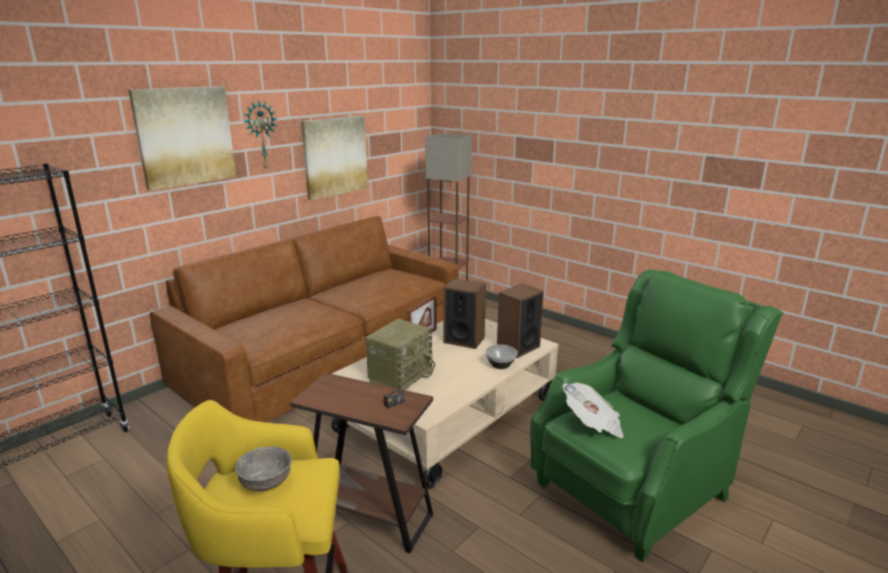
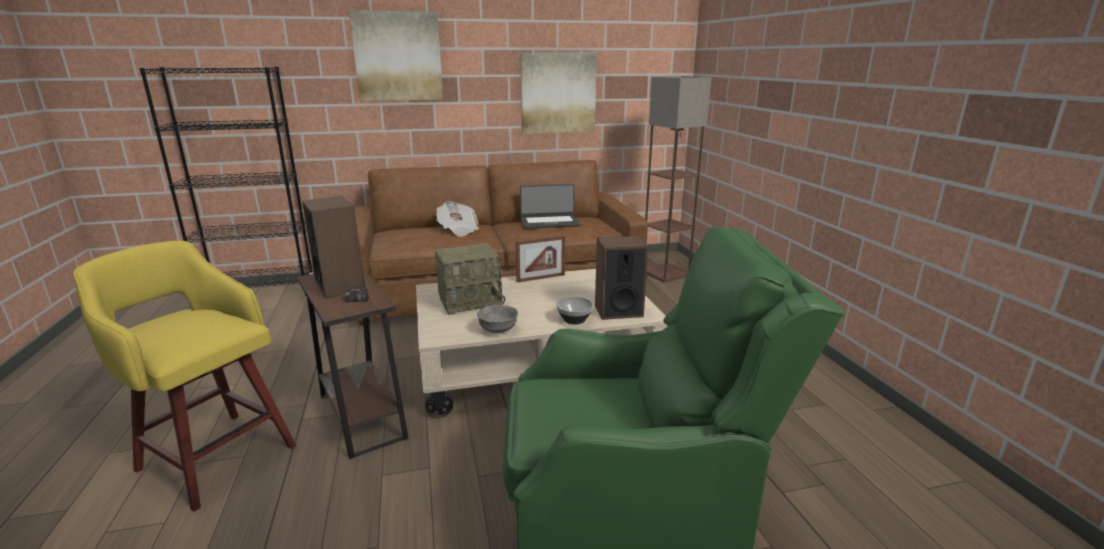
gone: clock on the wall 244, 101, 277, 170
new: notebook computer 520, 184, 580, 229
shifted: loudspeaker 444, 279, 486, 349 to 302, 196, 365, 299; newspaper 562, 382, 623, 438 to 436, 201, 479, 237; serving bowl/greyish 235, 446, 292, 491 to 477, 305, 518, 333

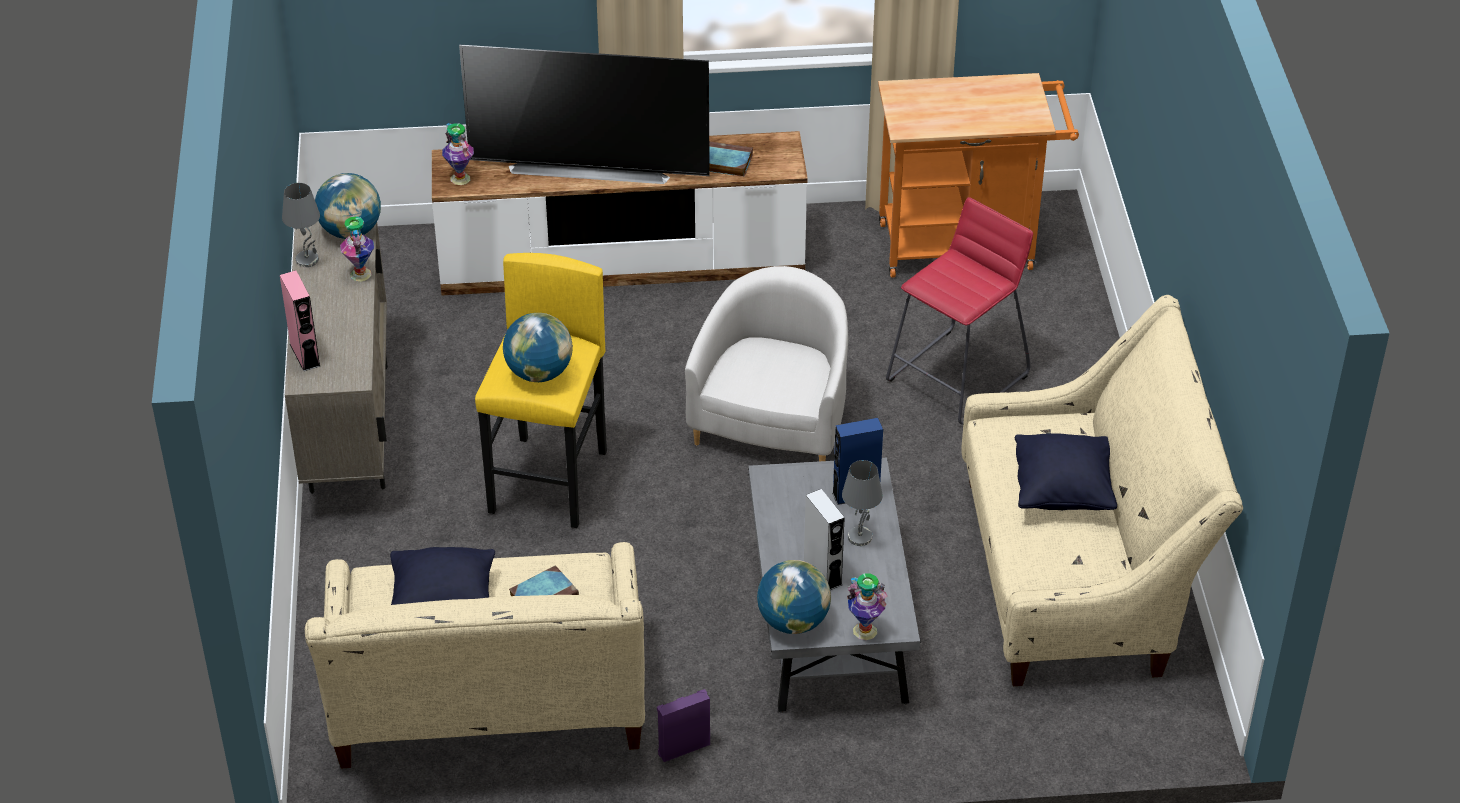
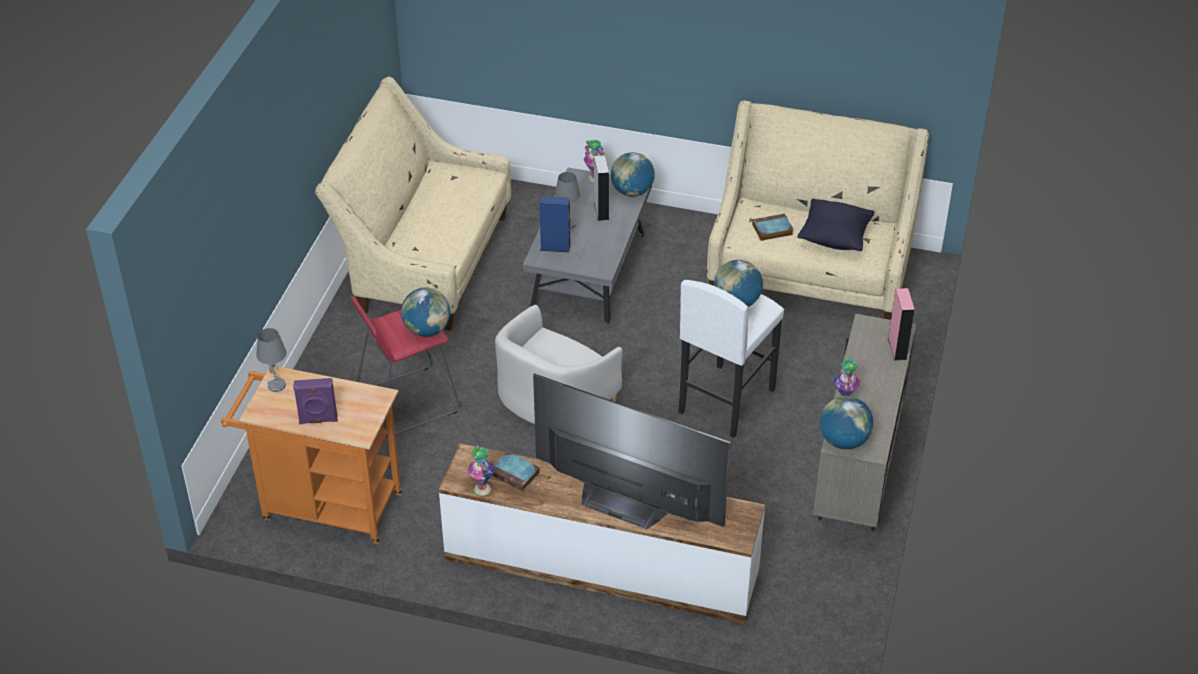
gone: throw pillow/black 1015, 434, 1117, 510
new: globe 401, 288, 450, 337
shifted: vase 442, 123, 474, 185 to 467, 445, 495, 495; lamp for a table/greyish 282, 183, 320, 267 to 256, 328, 287, 392; loudspeaker/purple-coloured 657, 689, 710, 762 to 293, 378, 338, 424
repainted: stool/yellow 475, 253, 607, 528 to stool/white-coloured 678, 280, 784, 438

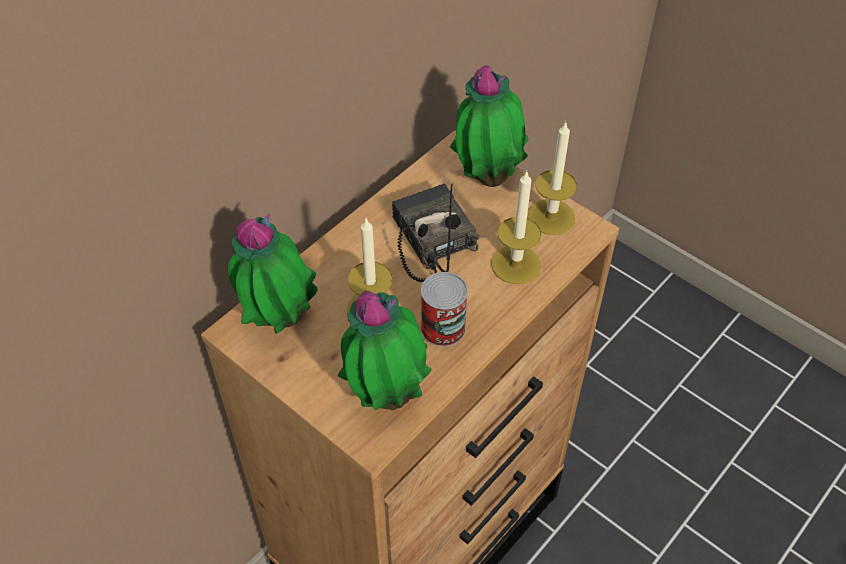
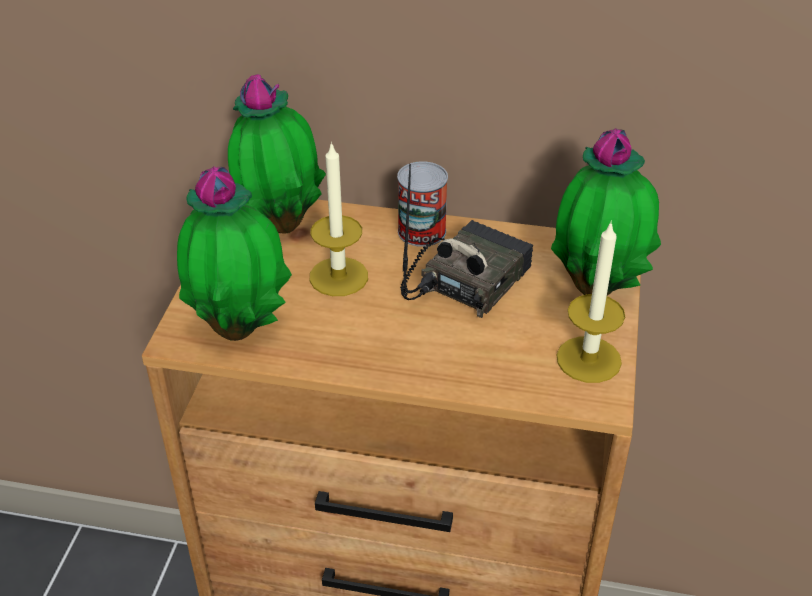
gone: wax light 491, 171, 542, 284
shifted: can 421, 272, 468, 347 to 397, 161, 448, 247

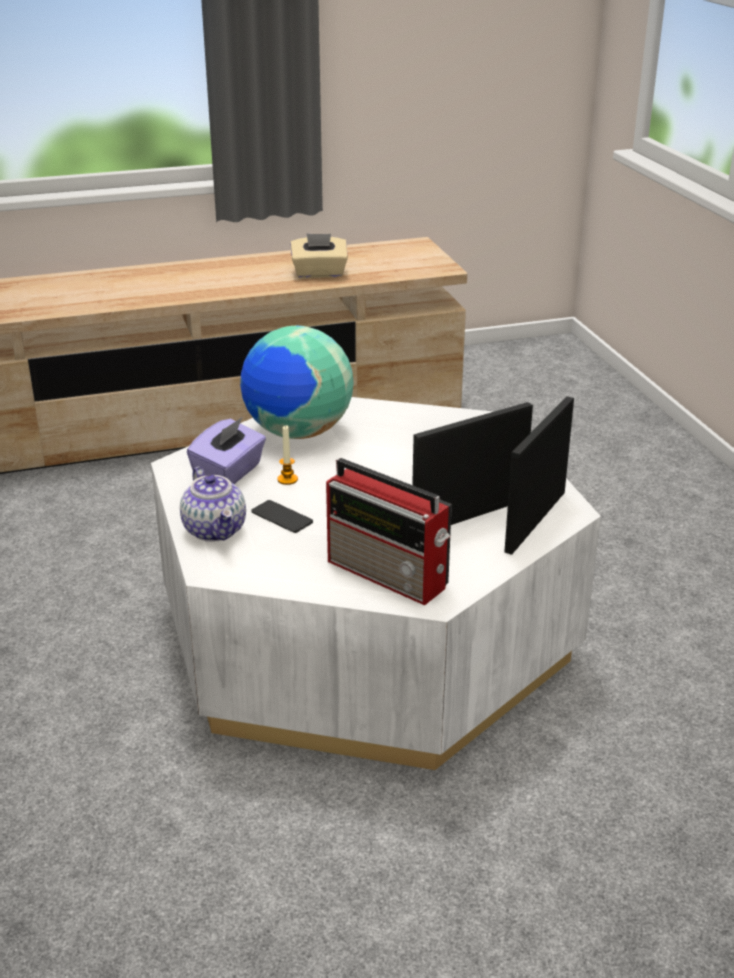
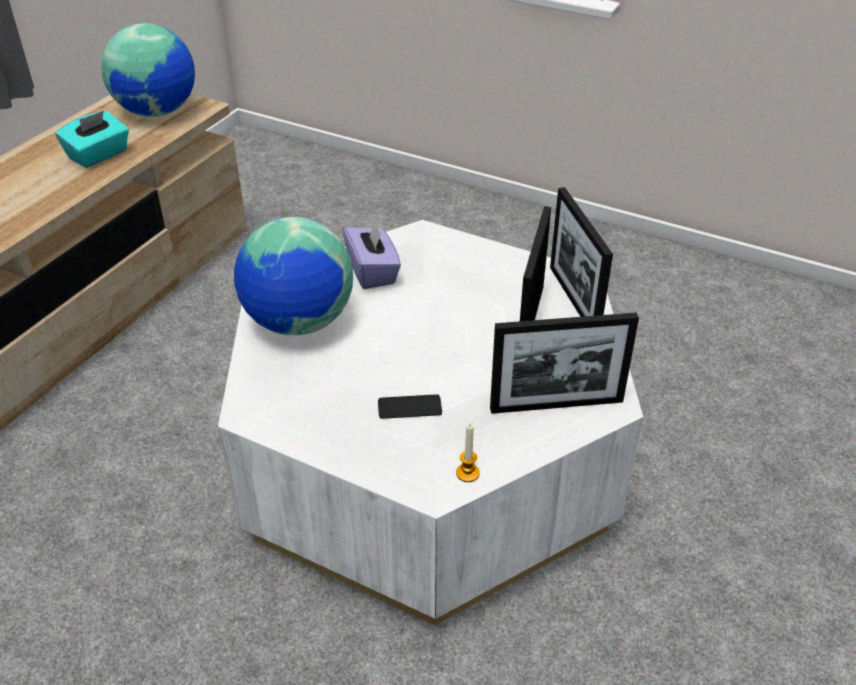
gone: pot for tea 180, 467, 246, 542
new: globe 101, 23, 195, 117
shifted: tissue box/purple-coloured 187, 418, 266, 484 to 343, 220, 401, 289; wax light 277, 425, 298, 485 to 456, 423, 480, 482
swapped: radio set 326, 458, 452, 605 to picture frame 490, 313, 639, 414
repainted: tissue box/beige 290, 234, 348, 278 to tissue box/turquoise 56, 111, 129, 168

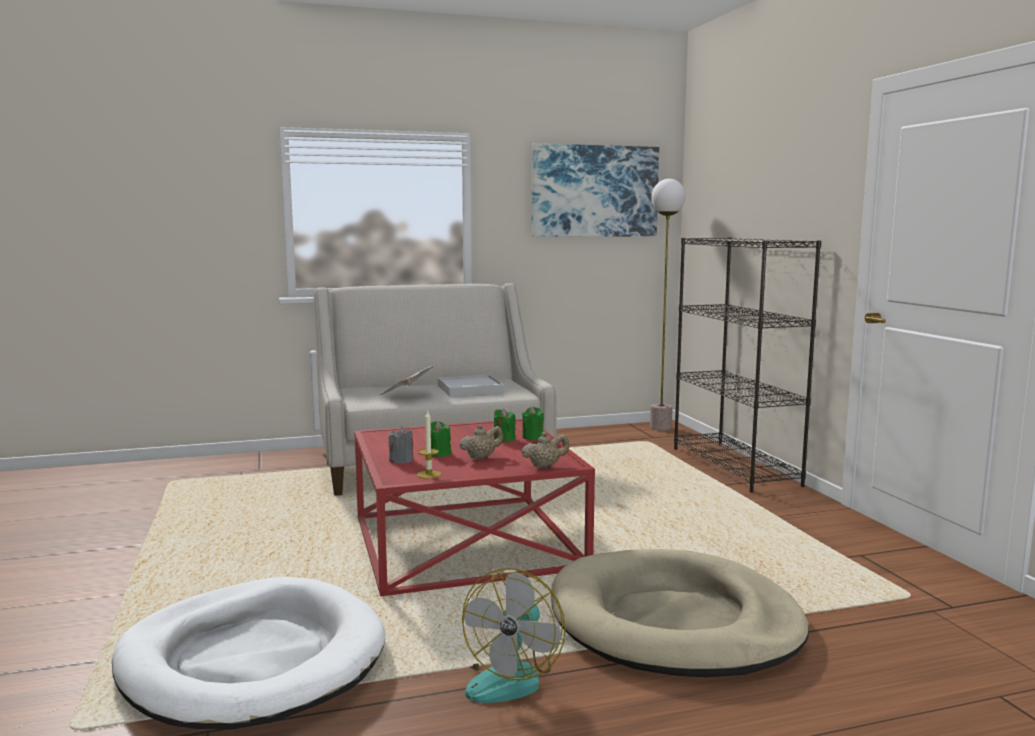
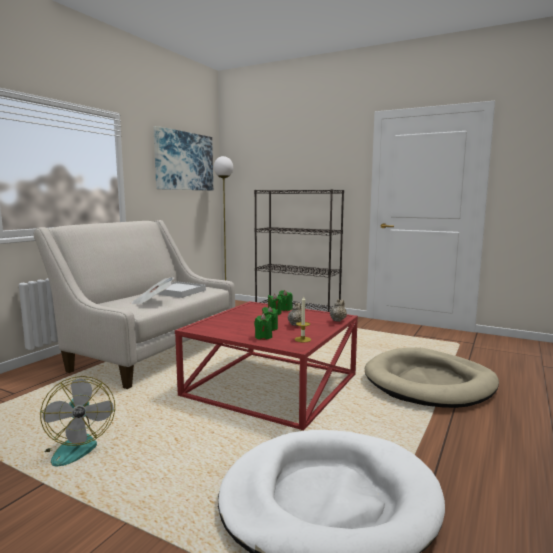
shifted: cooling fan 462, 568, 566, 703 to 40, 376, 115, 467
repainted: wax light/greyish 388, 427, 413, 464 to wax light/green-coloured 254, 313, 272, 340

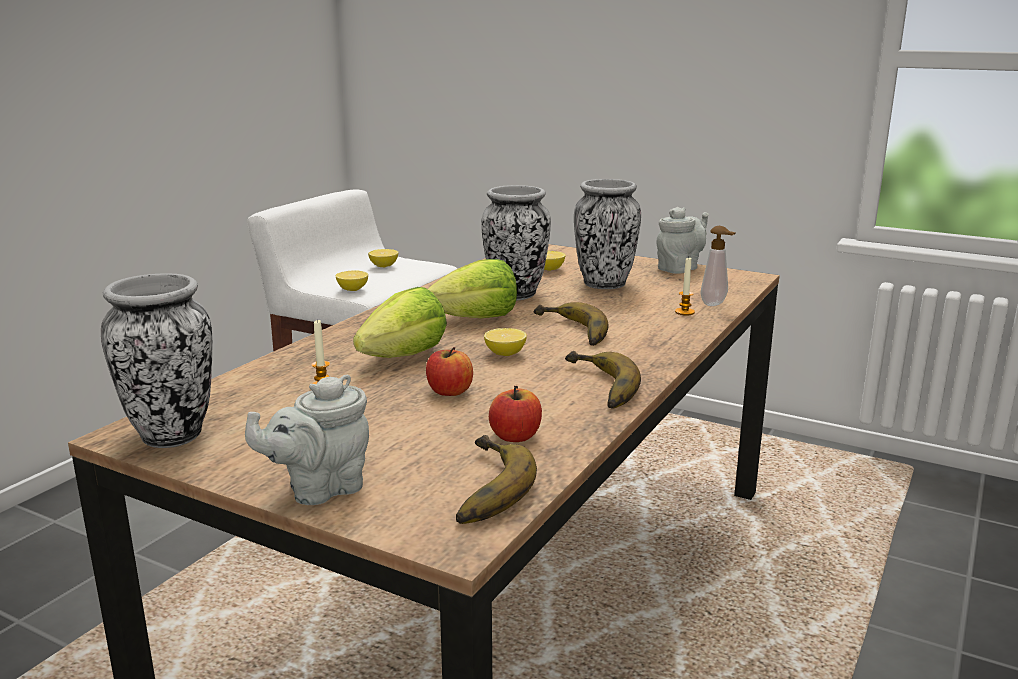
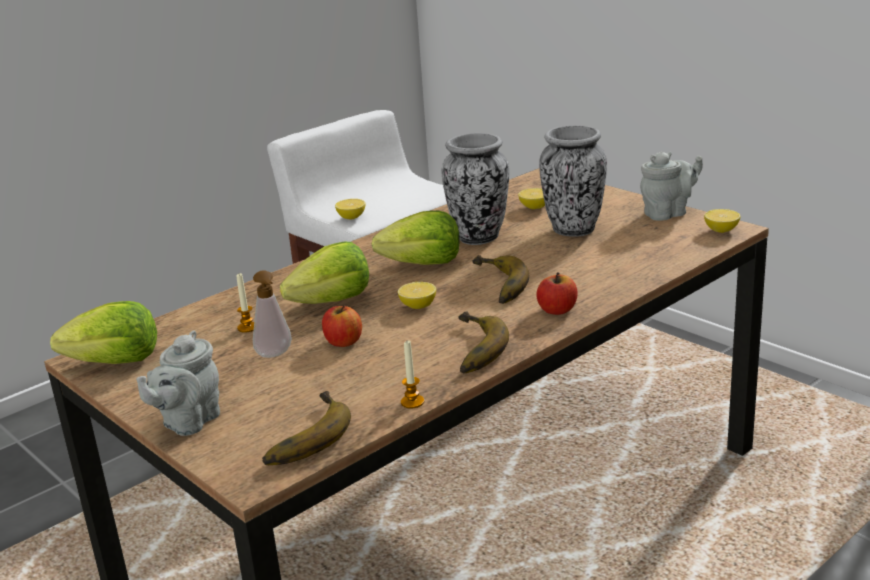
shifted: soap bottle 701, 226, 736, 306 to 253, 270, 292, 358; whole lemon 368, 249, 398, 267 to 704, 209, 740, 233; wax light 675, 257, 695, 316 to 401, 341, 424, 409; whole apple 489, 386, 542, 442 to 536, 272, 578, 315
swapped: vase 101, 273, 212, 448 to head of lettuce 50, 301, 157, 364
rotated: pot for tea/greyish 245, 375, 369, 505 = 136, 330, 220, 436 45 degrees counterclockwise

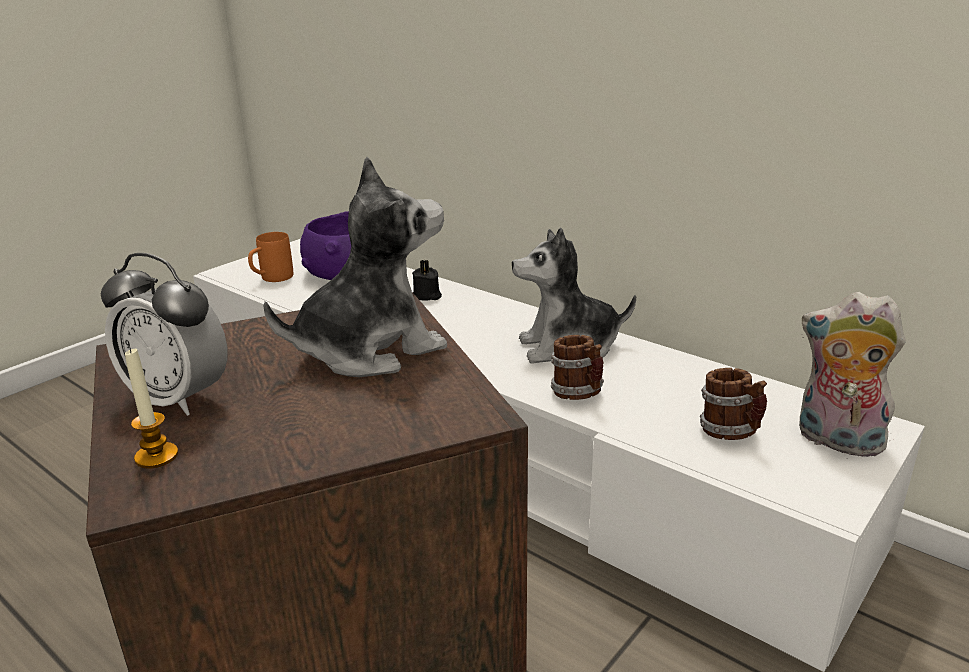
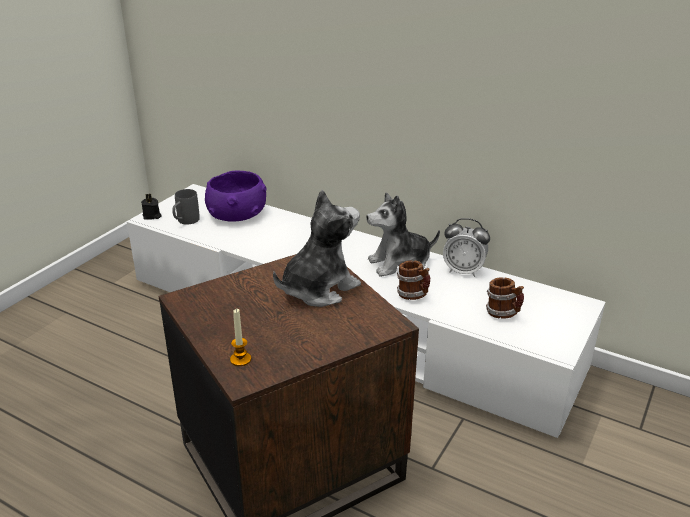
gone: cuddly toy 799, 292, 906, 459
shifted: bedside clock 101, 253, 227, 416 to 443, 218, 490, 277; wax light/black 412, 260, 442, 301 to 141, 193, 161, 220
repainted: coffee mug/orange 248, 232, 293, 282 to coffee mug/greyish 172, 189, 200, 225

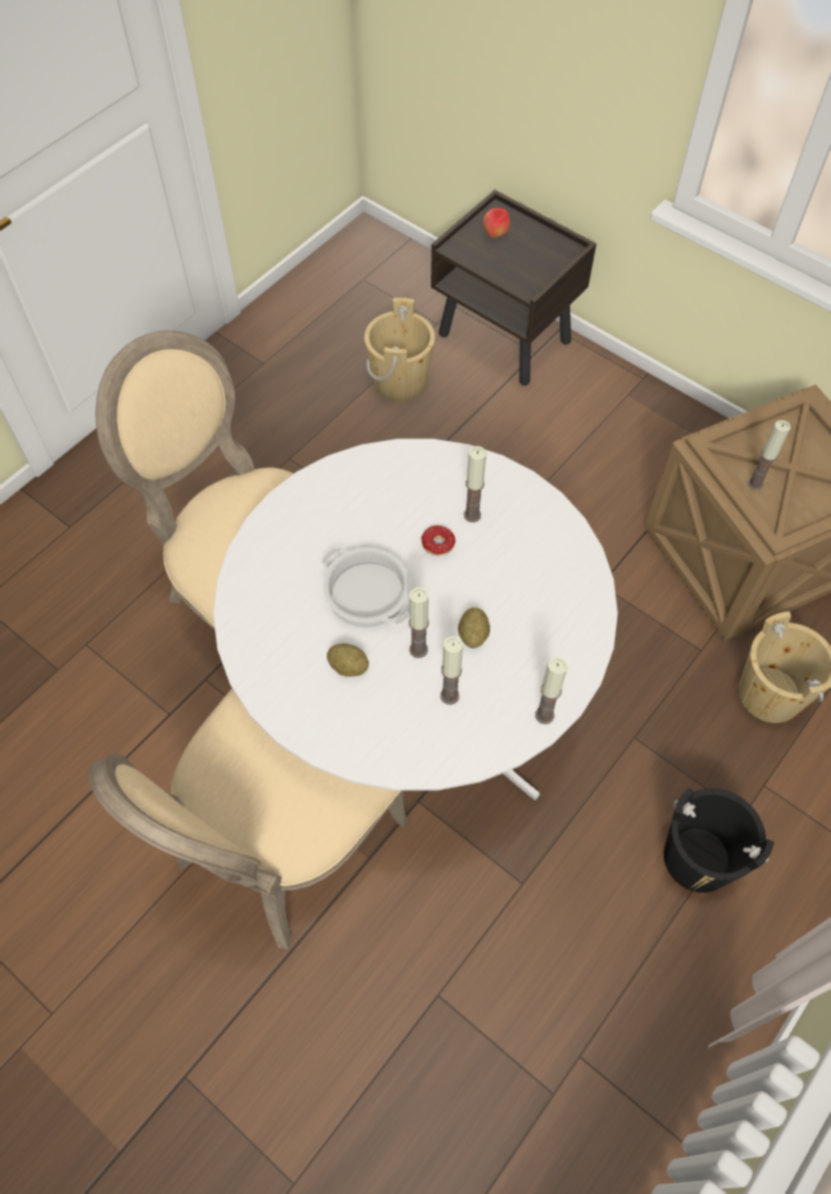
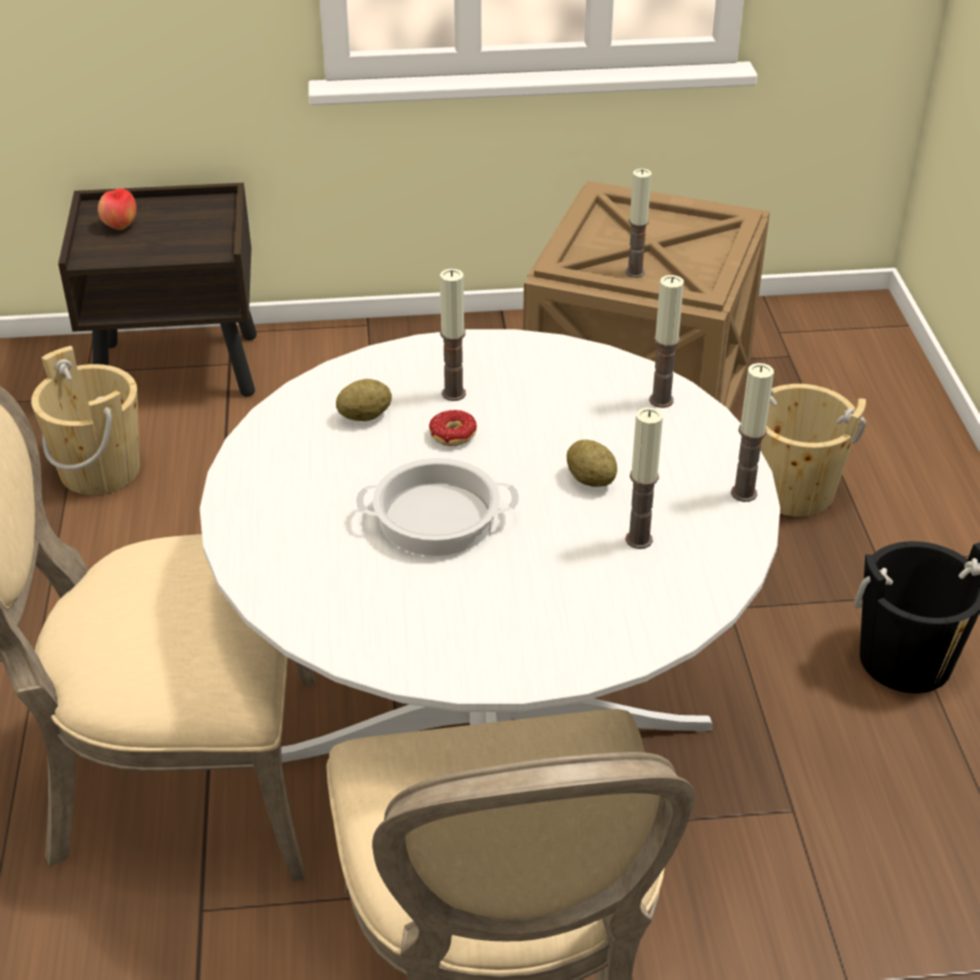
shifted: wax light 409, 587, 429, 658 to 649, 275, 684, 408; potato 327, 644, 369, 677 to 336, 379, 392, 421

